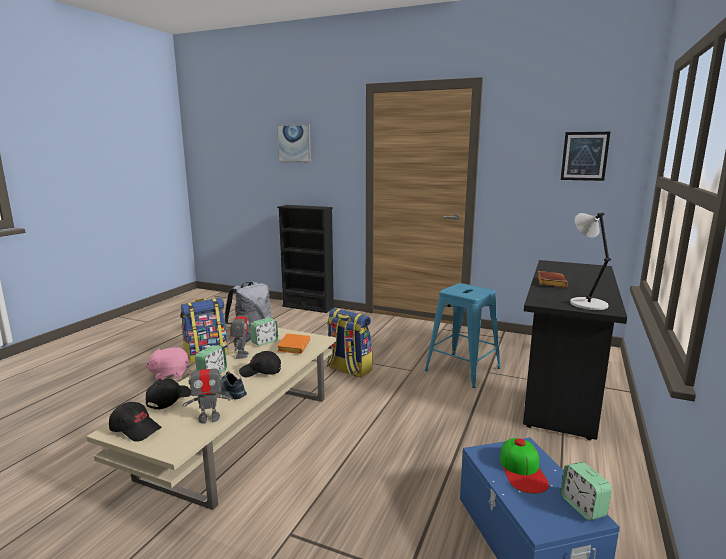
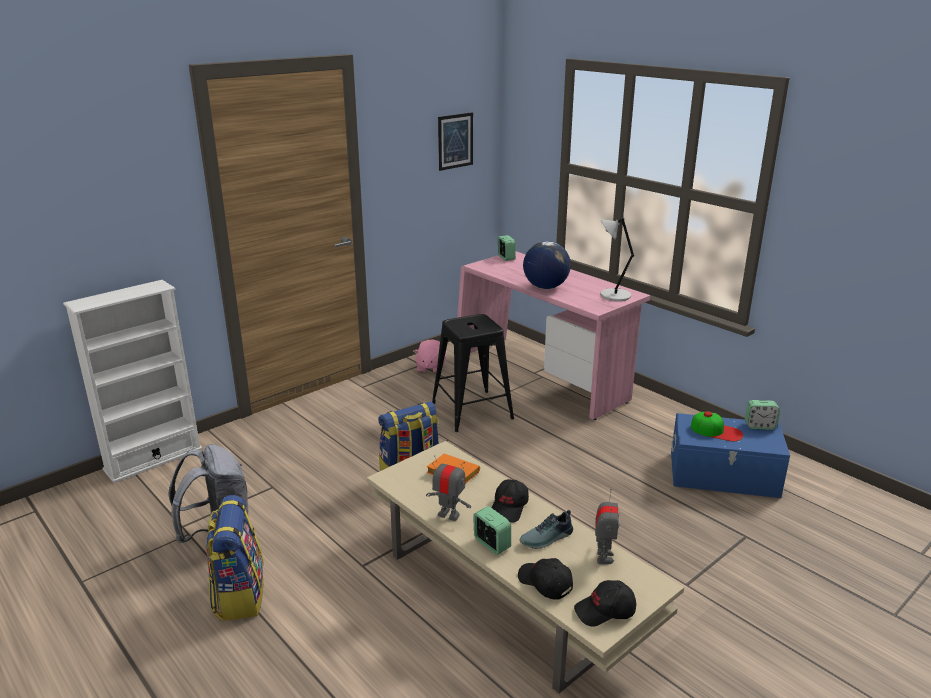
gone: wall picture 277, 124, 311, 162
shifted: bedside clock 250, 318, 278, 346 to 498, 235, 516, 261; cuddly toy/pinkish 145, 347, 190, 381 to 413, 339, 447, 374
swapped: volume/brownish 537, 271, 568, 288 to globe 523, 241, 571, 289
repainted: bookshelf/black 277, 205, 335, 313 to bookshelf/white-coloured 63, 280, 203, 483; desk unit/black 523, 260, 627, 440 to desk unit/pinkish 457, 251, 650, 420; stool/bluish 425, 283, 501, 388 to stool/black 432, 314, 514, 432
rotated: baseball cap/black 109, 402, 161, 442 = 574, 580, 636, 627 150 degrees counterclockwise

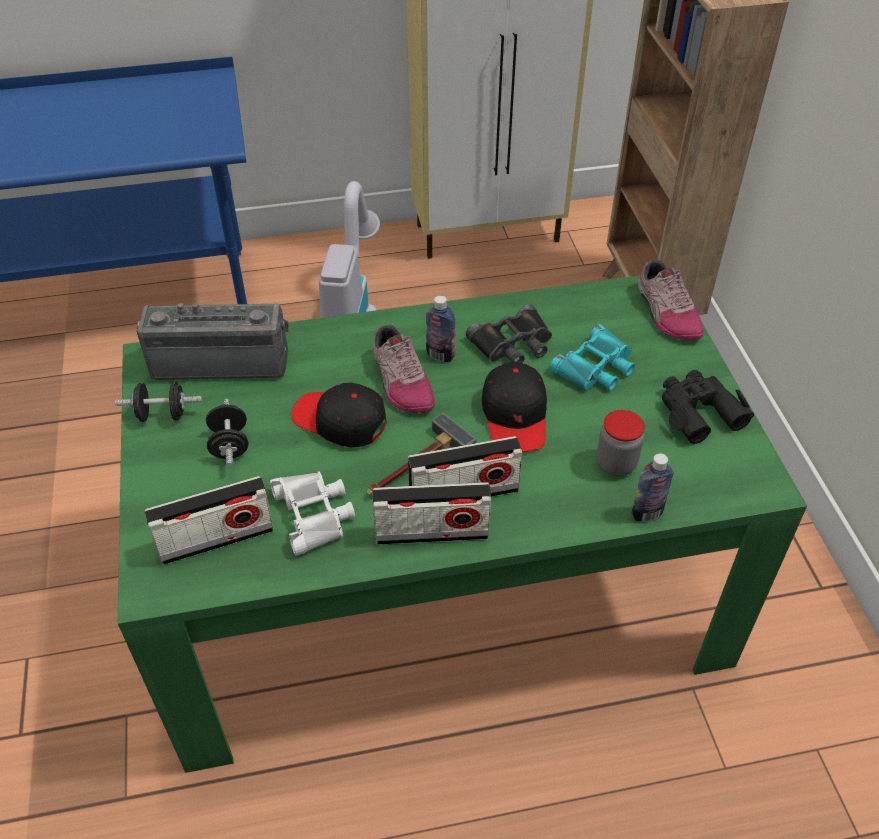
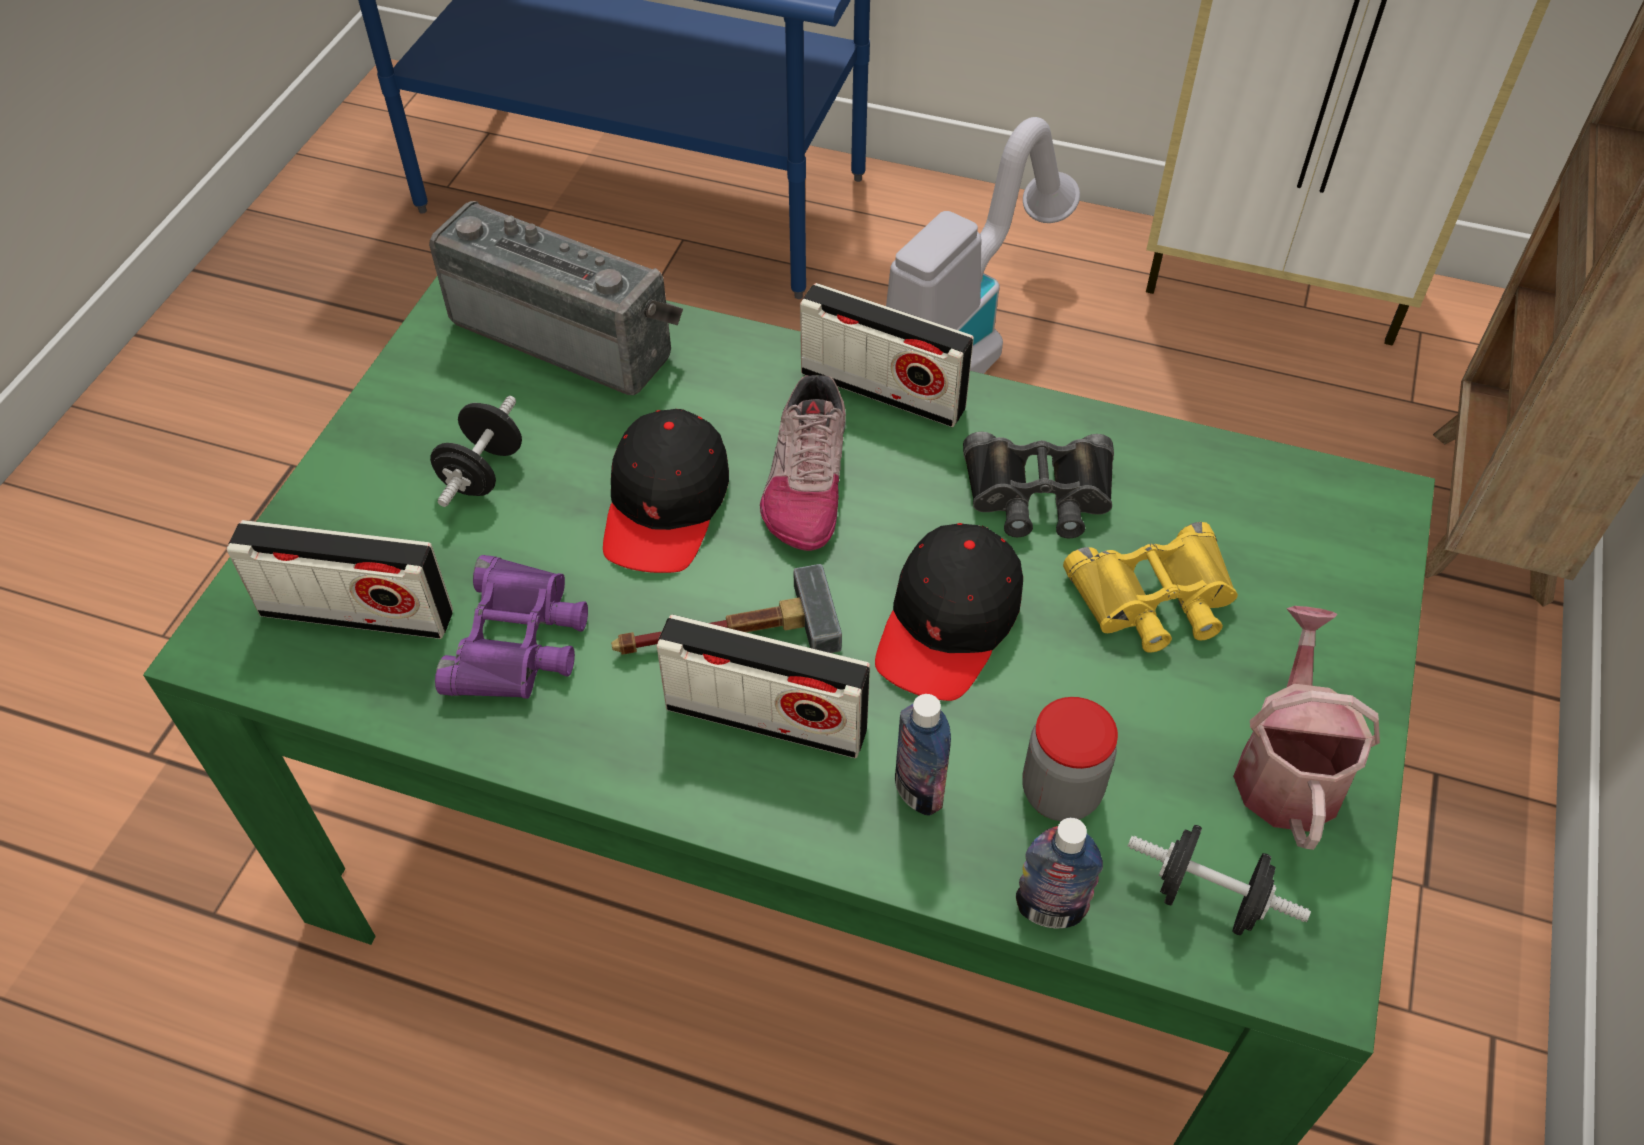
gone: low shoe 638, 259, 704, 340
shifted: beverage bottle 426, 296, 456, 362 to 895, 694, 951, 816; hand weight/black 115, 381, 202, 422 to 1128, 825, 1311, 935; radio set 373, 482, 491, 545 to 800, 283, 974, 427
swapped: field glasses/black 662, 370, 755, 444 to sprinkling can 1233, 606, 1380, 850
repainted: field glasses/turquoise 549, 324, 635, 391 to field glasses/yellow 1063, 522, 1238, 653; field glasses/white-coloured 270, 472, 355, 555 to field glasses/purple-coloured 435, 555, 588, 699
rotated: baseball cap/black 291, 383, 387, 448 = 603, 409, 729, 573 135 degrees counterclockwise

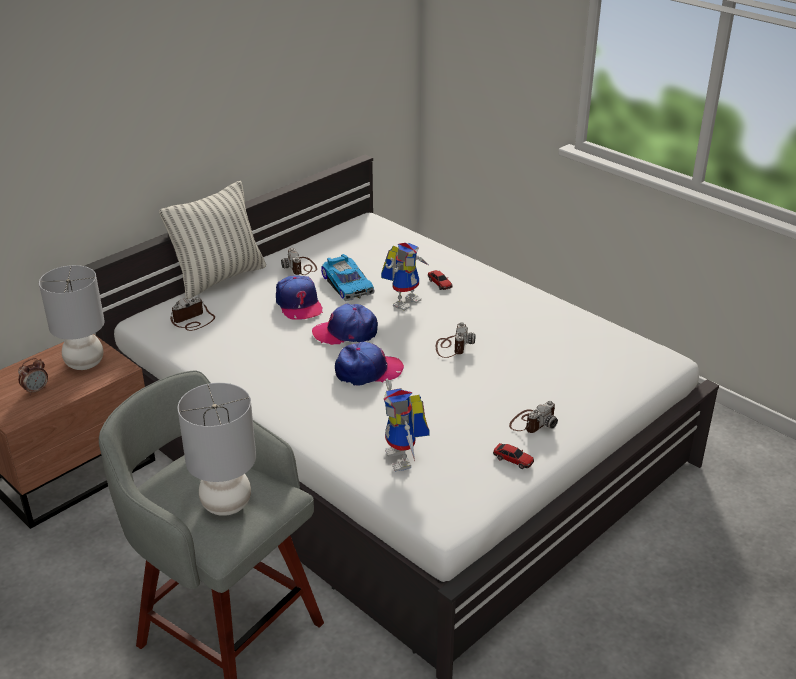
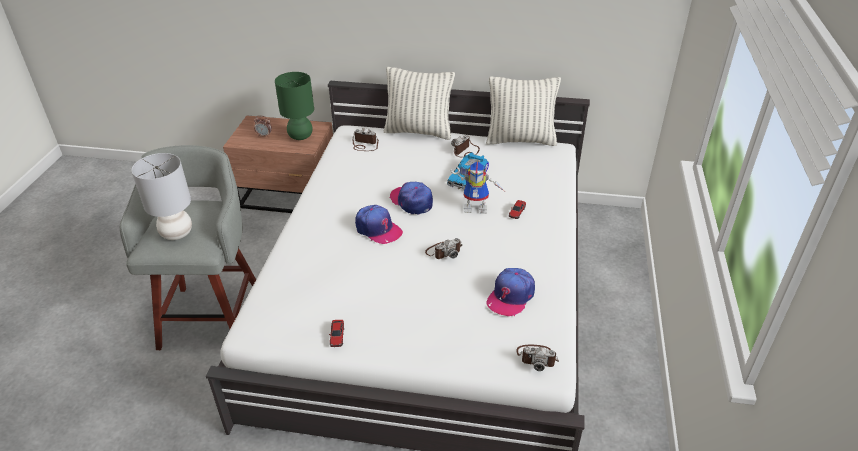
gone: toy robot 384, 379, 430, 472
new: throw pillow 486, 76, 561, 146
shifted: baseball cap 276, 275, 323, 320 to 486, 268, 535, 317; still camera 509, 401, 558, 433 to 516, 345, 559, 371
repainted: lamp for a table/greyish 39, 265, 105, 370 to lamp for a table/green-coloured 275, 72, 314, 140

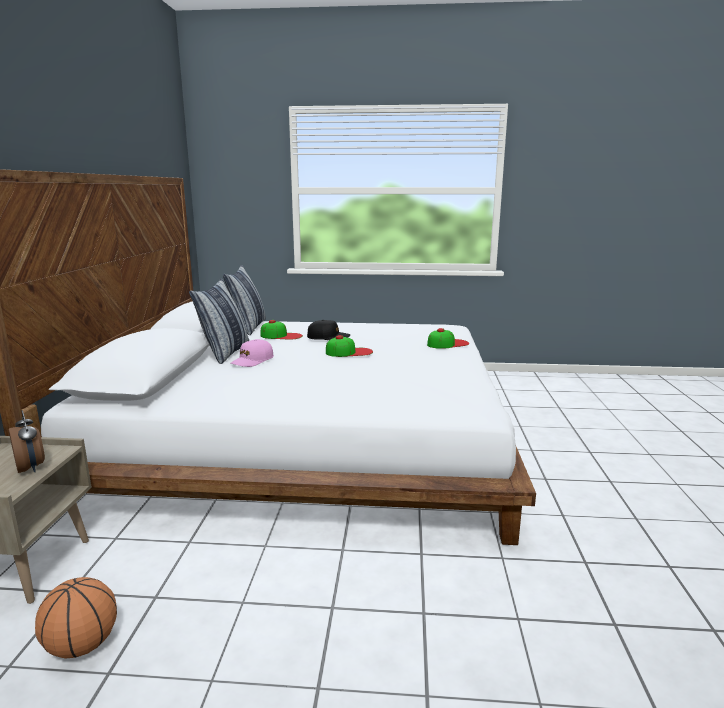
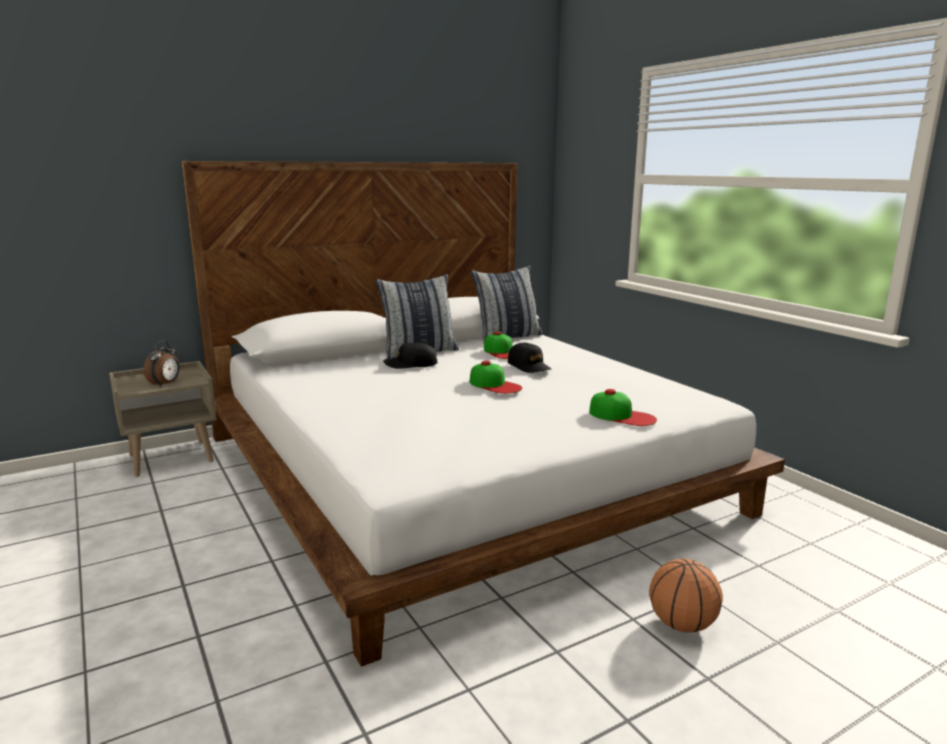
shifted: basketball ball 35, 577, 117, 658 to 649, 559, 723, 632
repainted: baseball cap/pinkish 231, 339, 274, 367 to baseball cap/black 383, 342, 437, 369

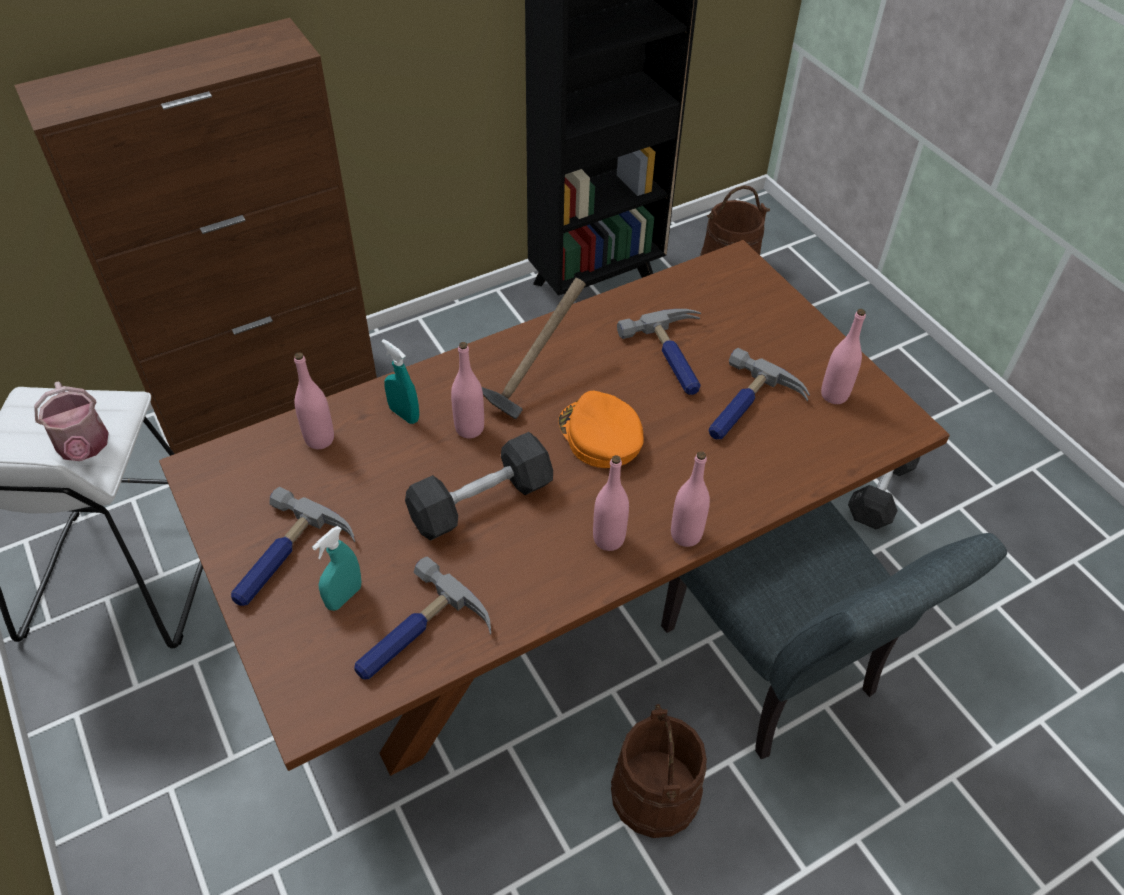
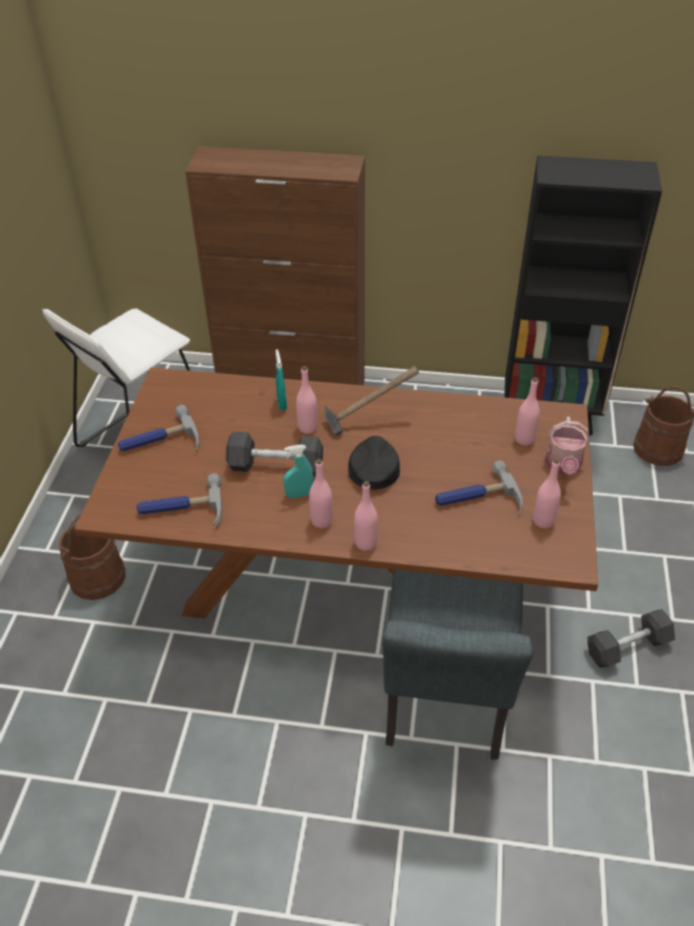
gone: tool hammer 617, 309, 701, 395
shifted: beverage bottle/pinkish 294, 353, 334, 449 to 515, 377, 540, 446; sprinkling can 34, 381, 109, 461 to 545, 416, 590, 475; spray bottle/turquoise 312, 526, 361, 611 to 283, 445, 314, 498; water bucket/brownish 611, 704, 707, 838 to 59, 514, 125, 600
repainted: baseball cap/orange 558, 391, 644, 468 to baseball cap/black 348, 436, 400, 489

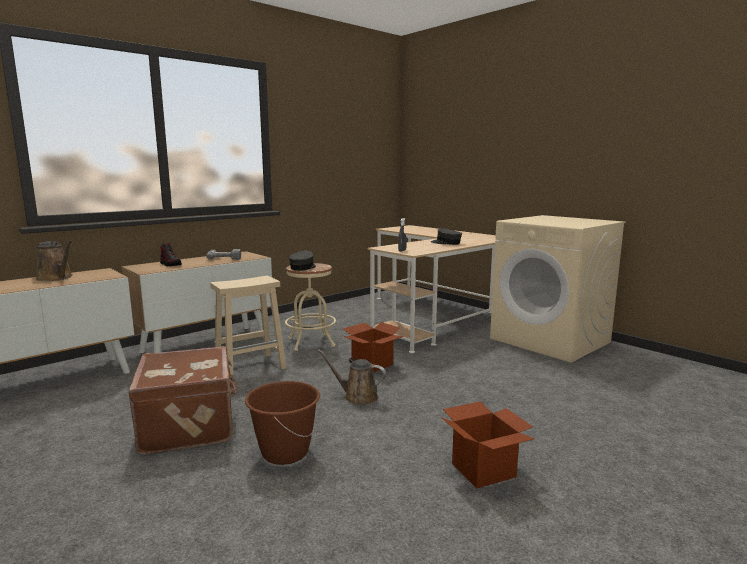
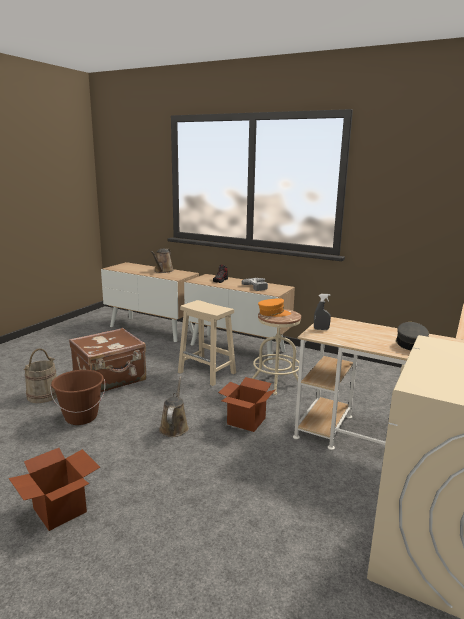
new: water bucket/beige 24, 349, 57, 403
repainted: baseball cap/greyish 289, 251, 316, 271 to baseball cap/orange 258, 298, 291, 317

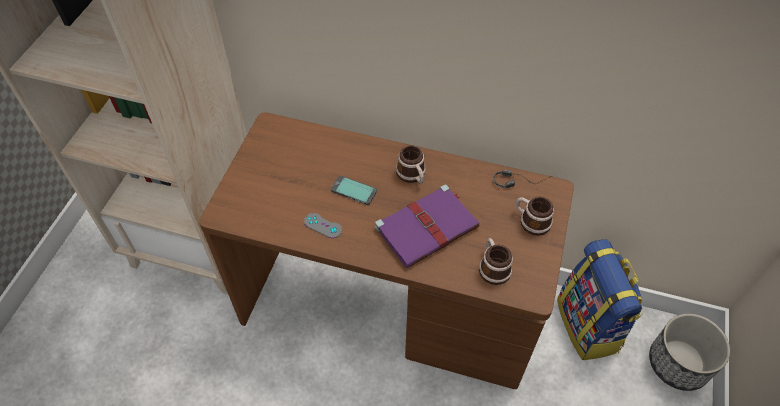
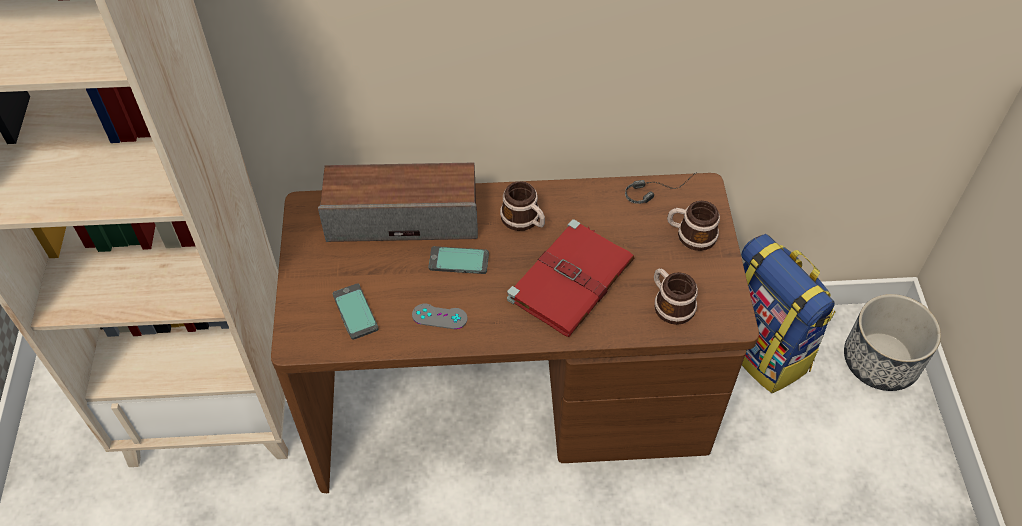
new: loudspeaker 318, 162, 478, 242; phone 333, 283, 379, 340
repainted: volume/purple-coloured 375, 185, 480, 268 to volume/reddish 507, 220, 635, 337

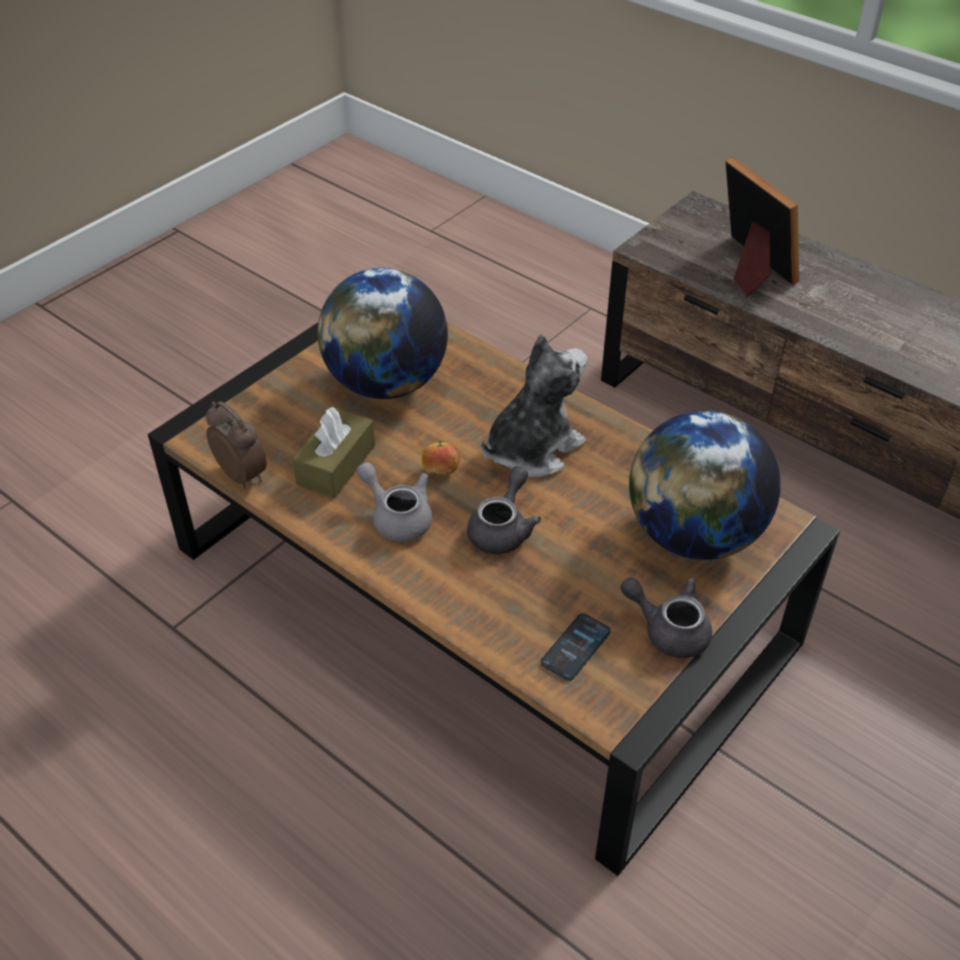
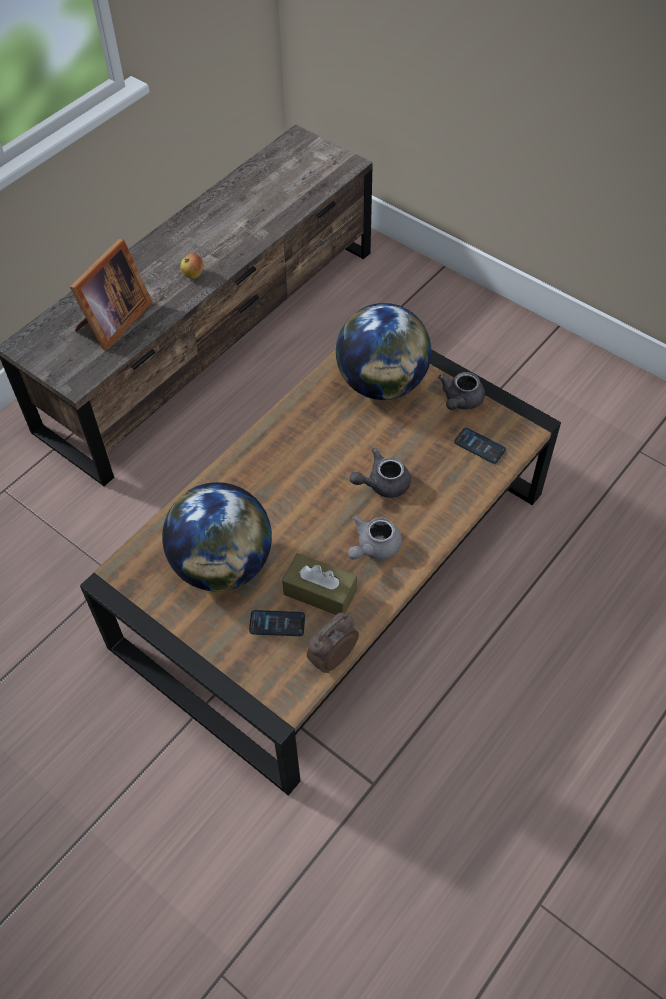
gone: cuddly toy 481, 334, 588, 477
new: phone 249, 610, 305, 636
shifted: whole apple 422, 441, 460, 474 to 180, 254, 204, 279
rotated: picture frame 725, 157, 799, 296 = 70, 239, 152, 350 150 degrees clockwise; pot for tea/greyish 467, 466, 542, 554 = 350, 448, 411, 498 45 degrees counterclockwise

